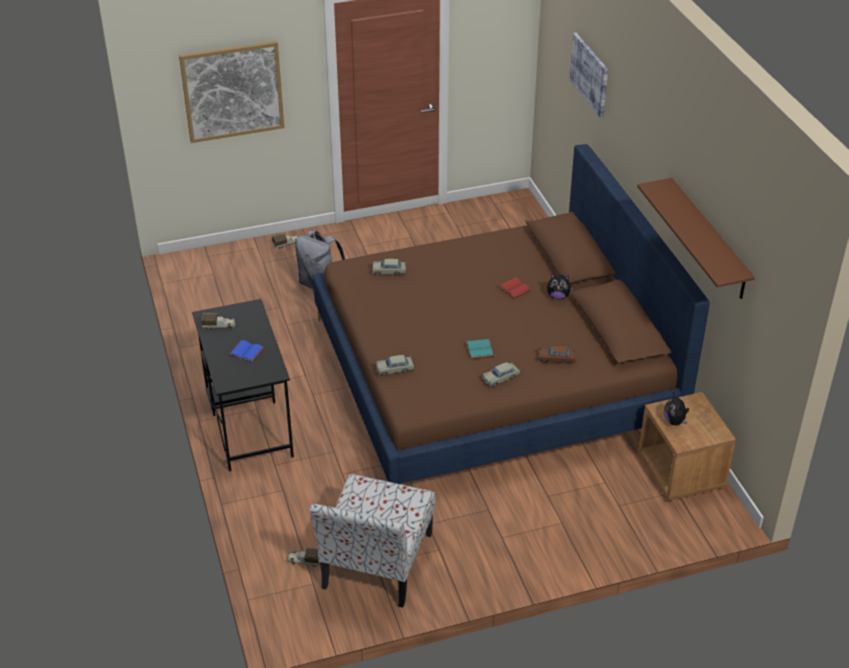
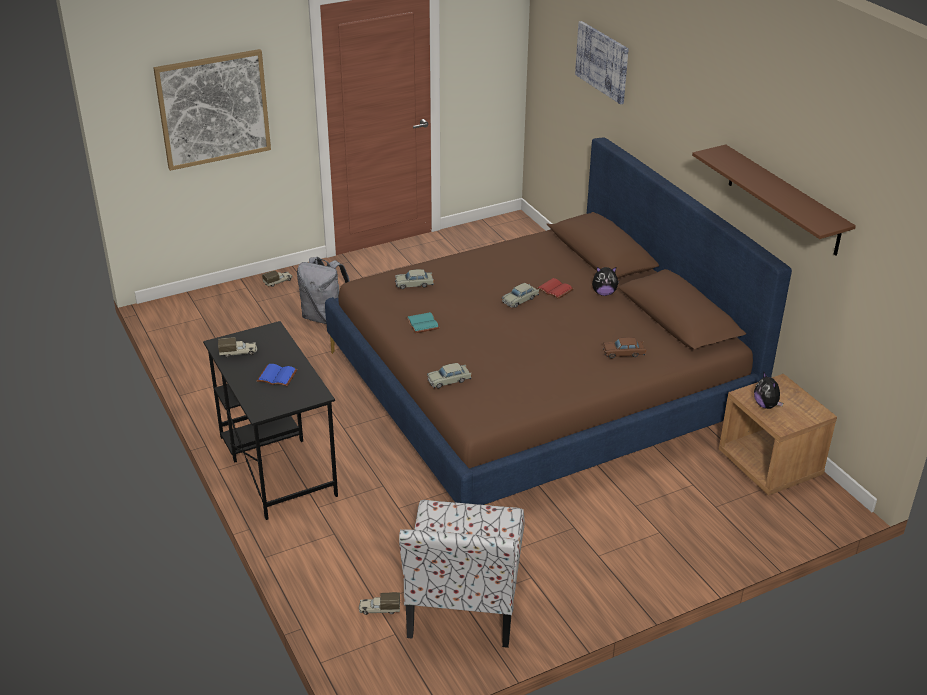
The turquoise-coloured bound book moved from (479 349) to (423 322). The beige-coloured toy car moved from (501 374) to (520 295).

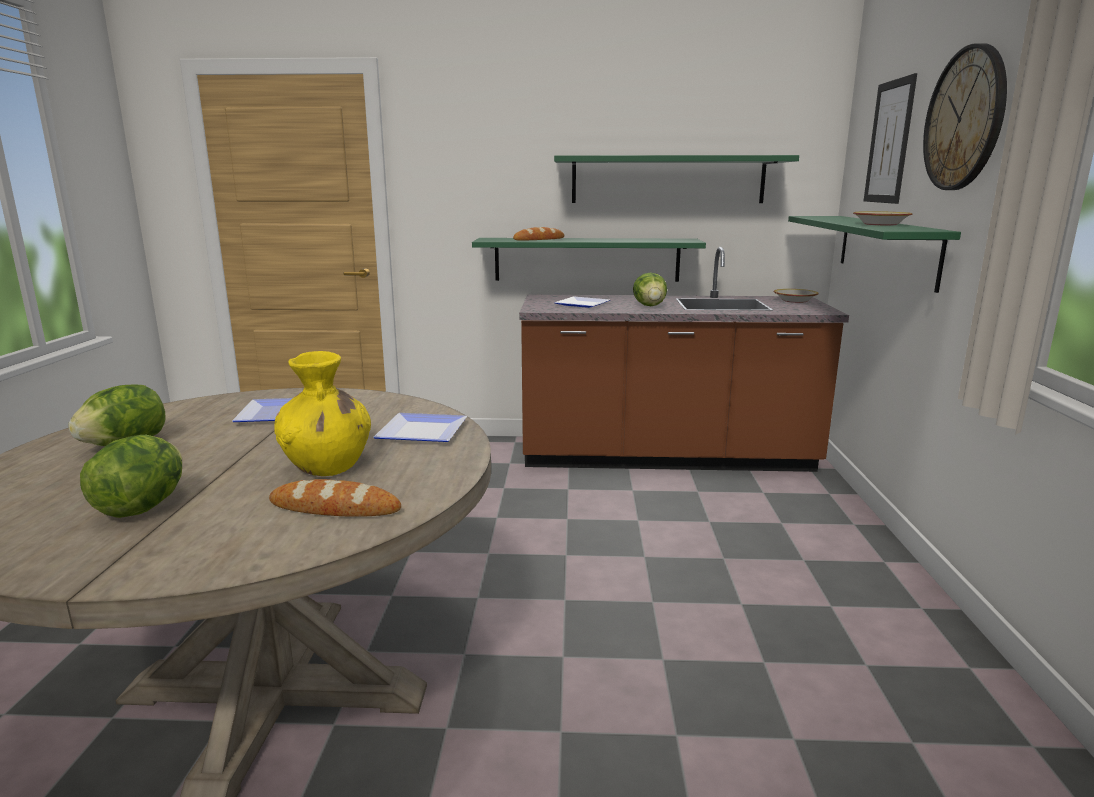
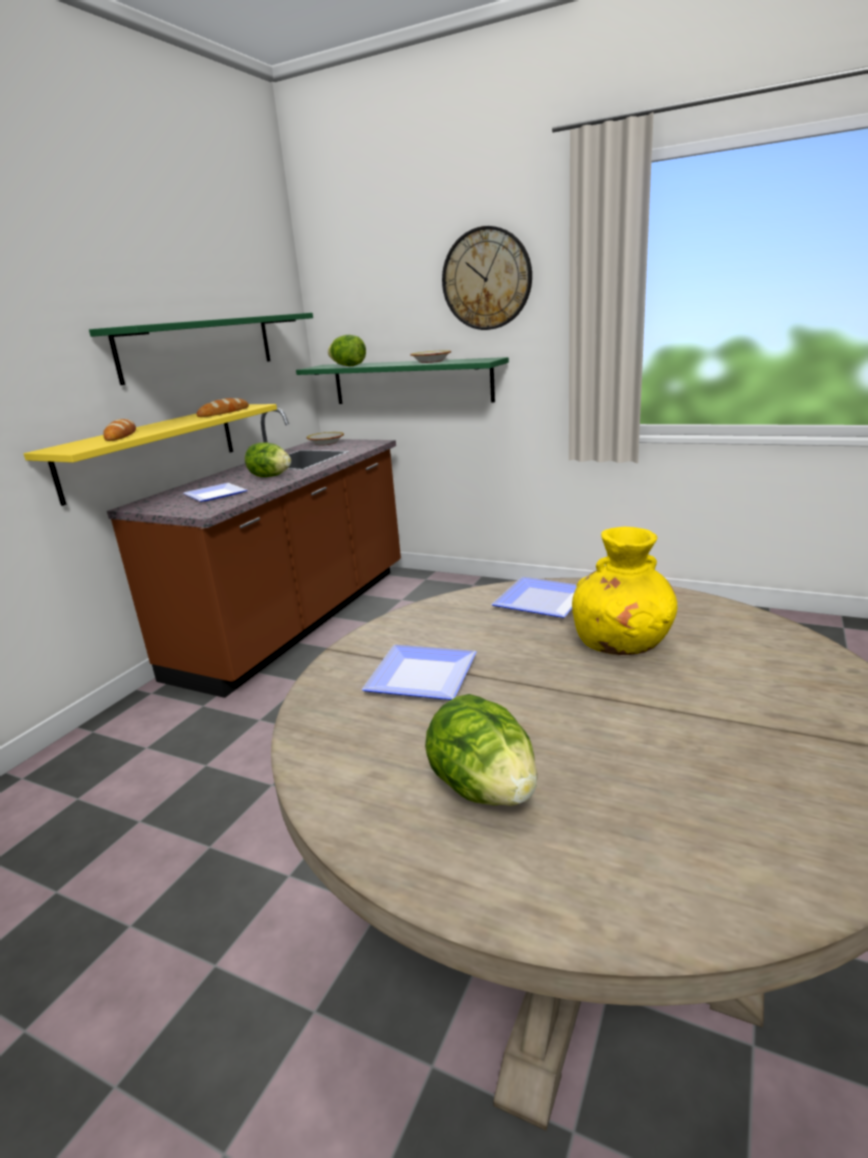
The green-coloured shelf at (589 260) became the yellowish shelf at (150 455). The bakery bread moved from (335 498) to (223 407). The lettuce head moved from (131 476) to (347 350). The wall picture at (890 138) disappeared.

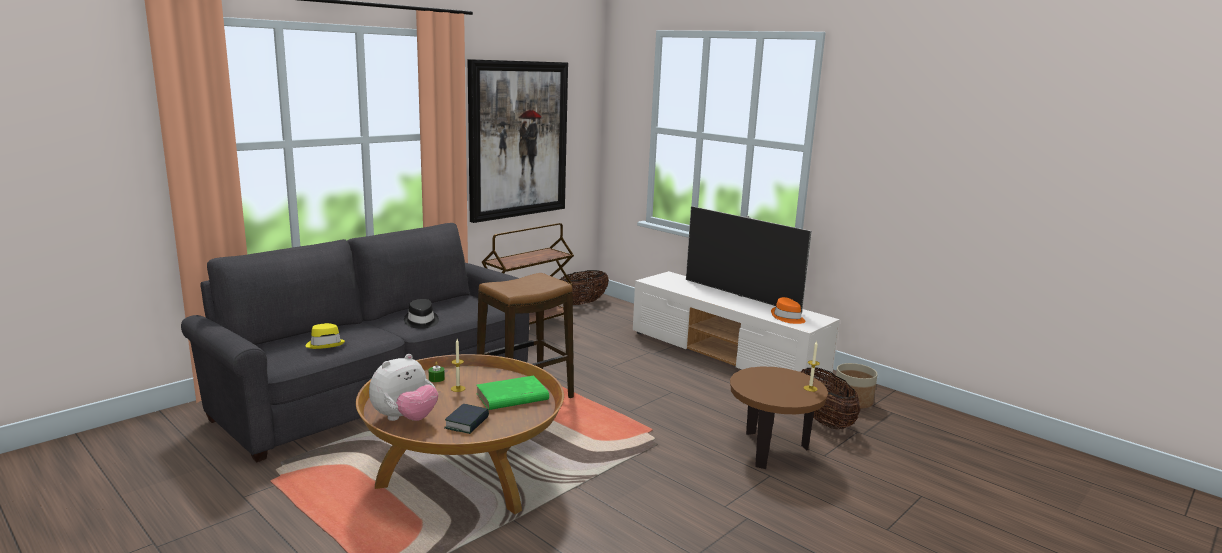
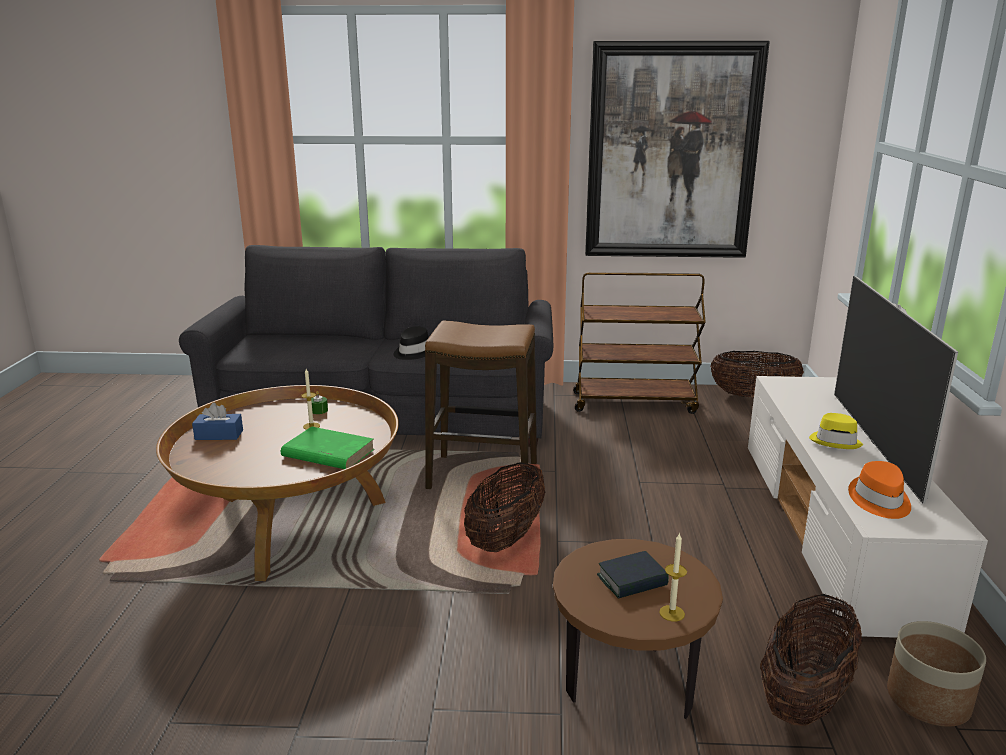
The cuddly toy at (403 387) was replaced by the blue-coloured tissue holder at (217 421). The storage basket at (505 507) appeared. The bound book moved from (466 419) to (633 575). The yellowish wearable hat moved from (325 336) to (836 431).

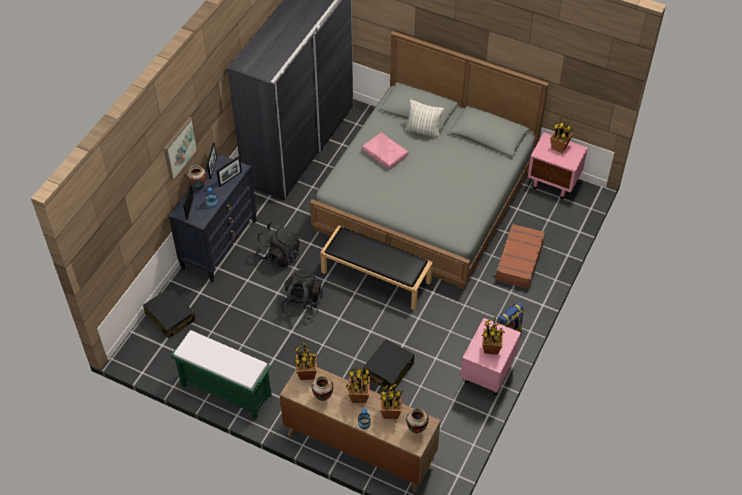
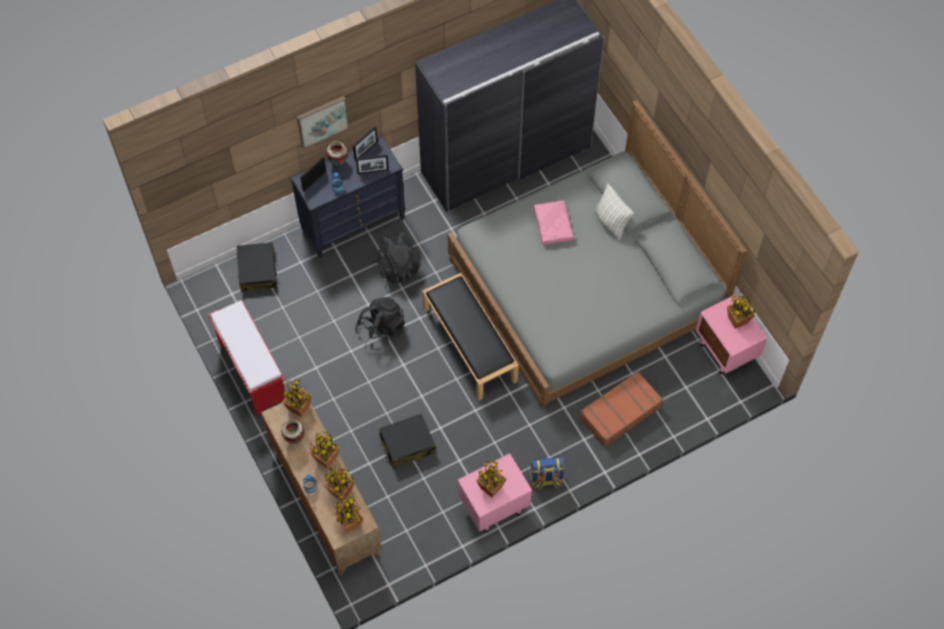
The green-coloured indoor bench at (221 375) became the red indoor bench at (246 358). The flower vase at (417 420) was replaced by the houseplant at (349 513).

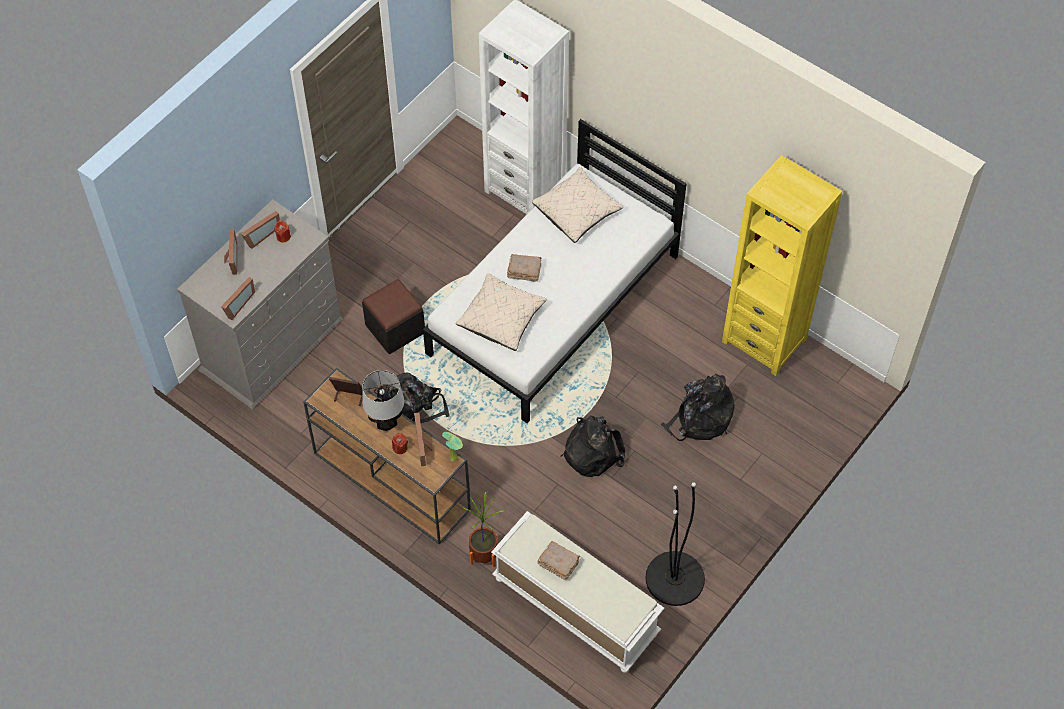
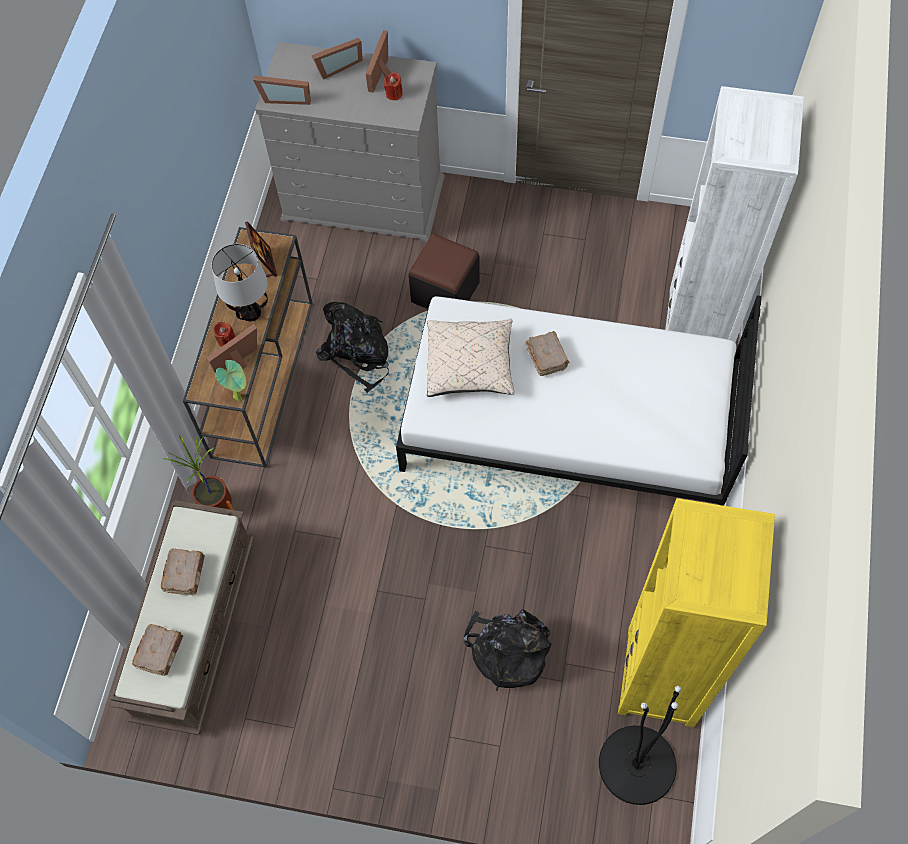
The white indoor bench at (577 592) became the brown indoor bench at (182 617). The brown bound book at (157 650) appeared. The photo frame at (260 230) turned 90 degrees clockwise. The blackish standard lamp moved from (675 544) to (640 745). The beige-coloured cushion at (577 205) disappeared. The blackish rucksack at (593 446) disappeared.

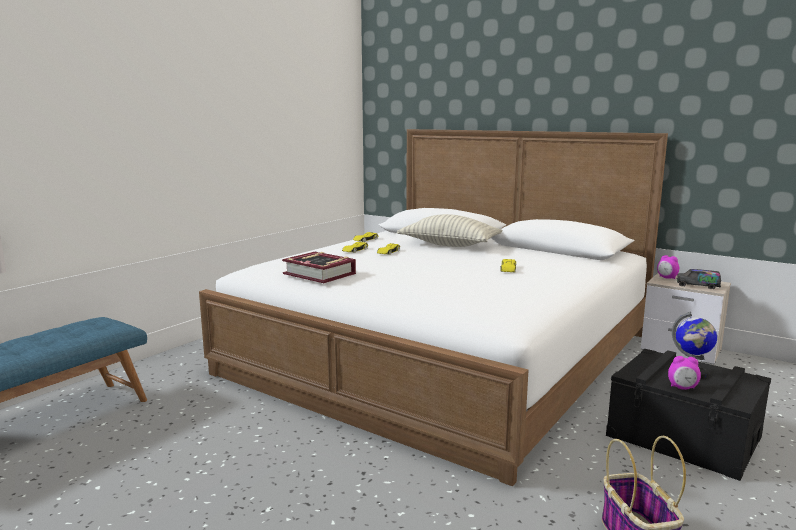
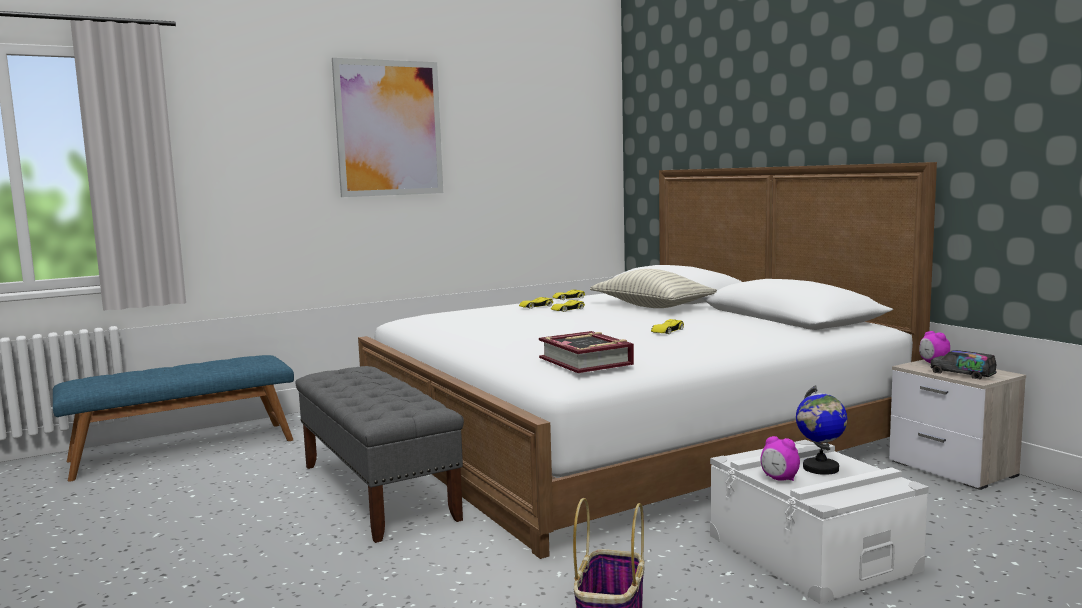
The greyish indoor bench at (380 454) appeared. The wall picture at (387 127) appeared. The bound book moved from (319 267) to (586 352). The blackish storage bin at (688 415) became the white storage bin at (819 522).

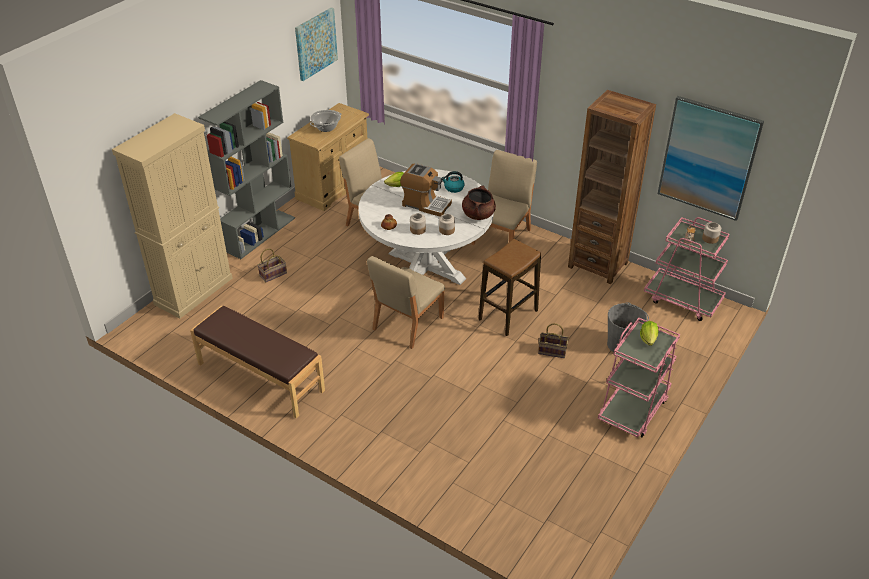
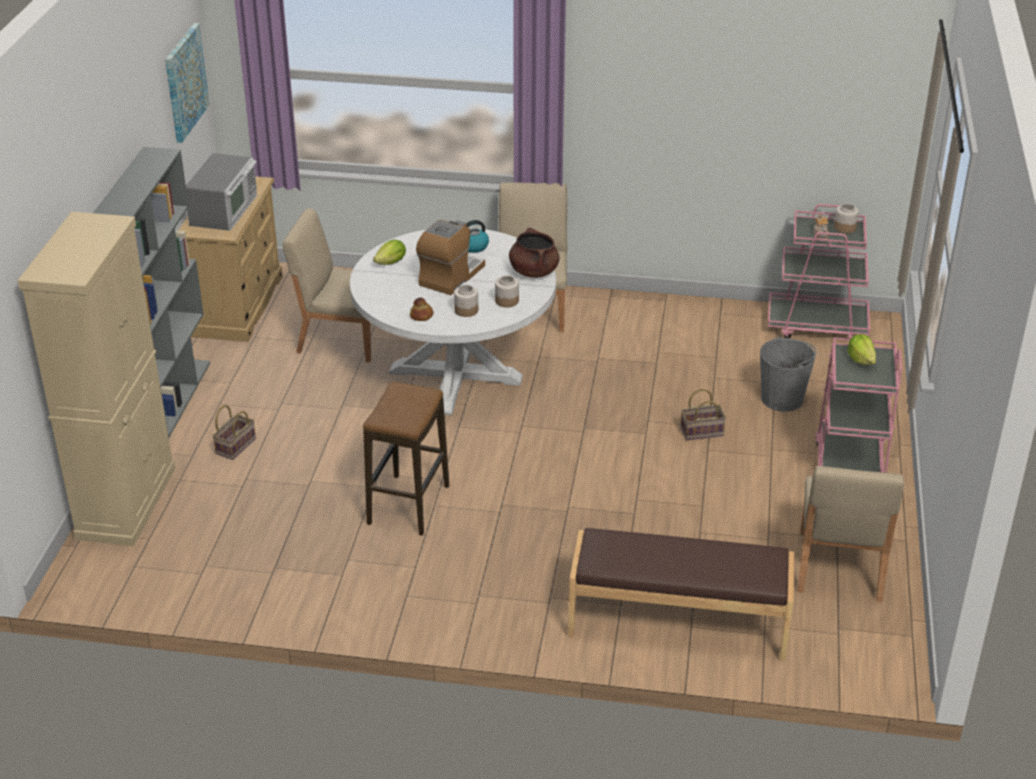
The stockpot at (325 121) was replaced by the kitchen microwave at (221 192). The stool moved from (509 287) to (406 458). The coffee maker at (426 189) turned 60 degrees counterclockwise. The brown indoor bench moved from (257 362) to (681 594). The beige-coloured upright chair moved from (406 302) to (851 534). The brown bookshelf at (612 187) disappeared. The wall picture at (711 158) disappeared.

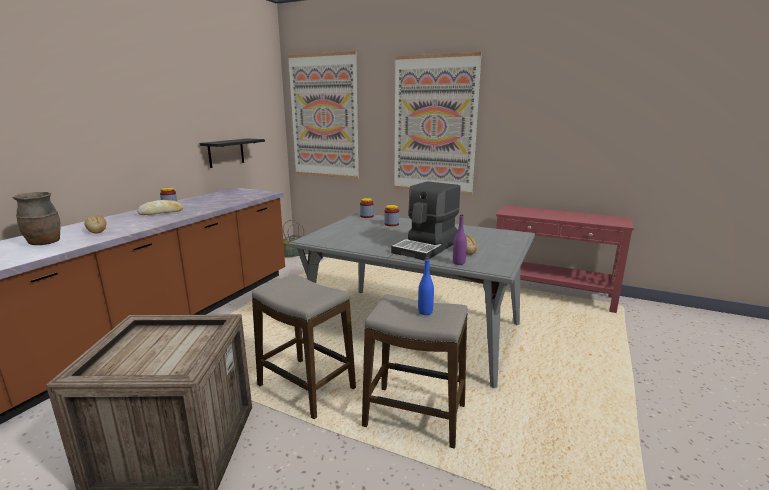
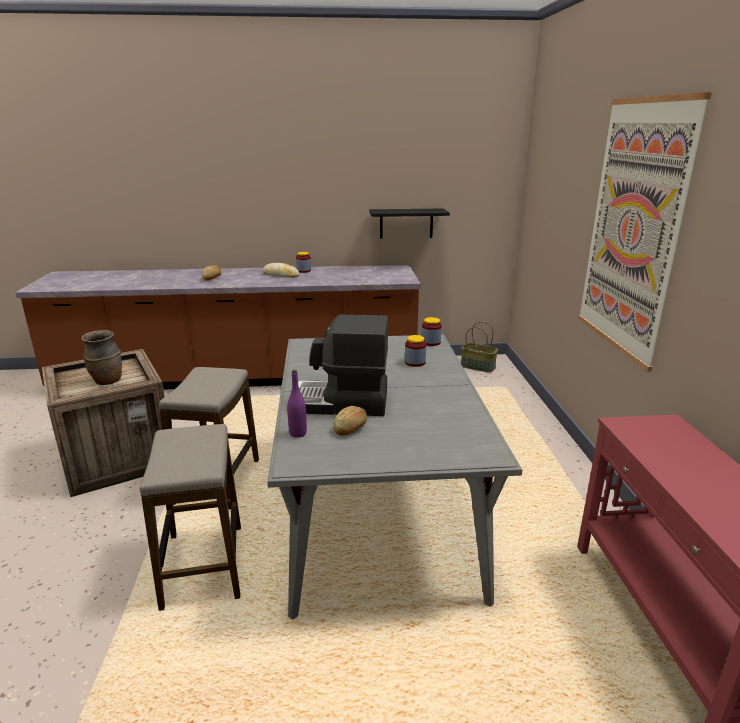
The brown flower vase moved from (36 218) to (102 357). The wall picture at (323 115) disappeared. The blue-coloured drink bottle at (426 286) disappeared.

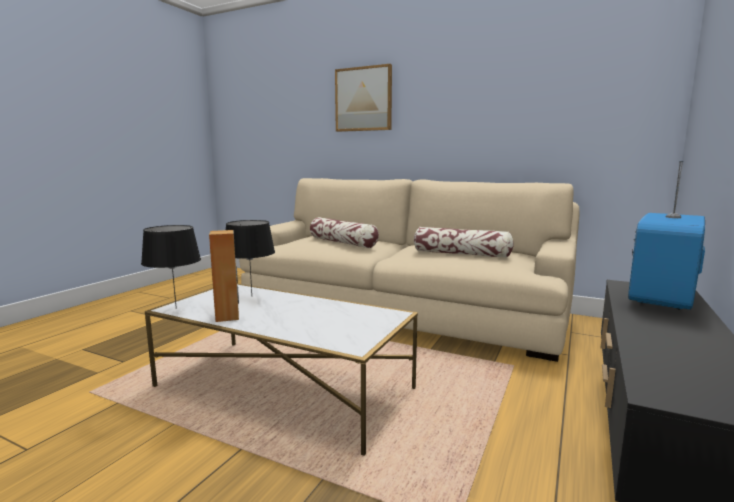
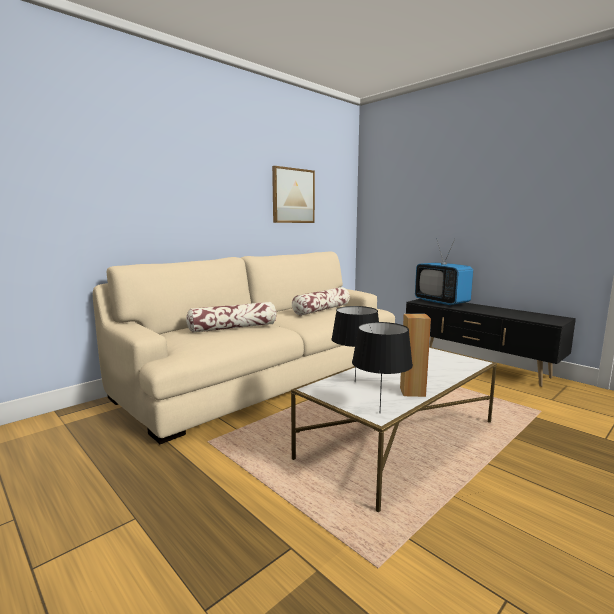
The wall picture moved from (363 98) to (293 194).

